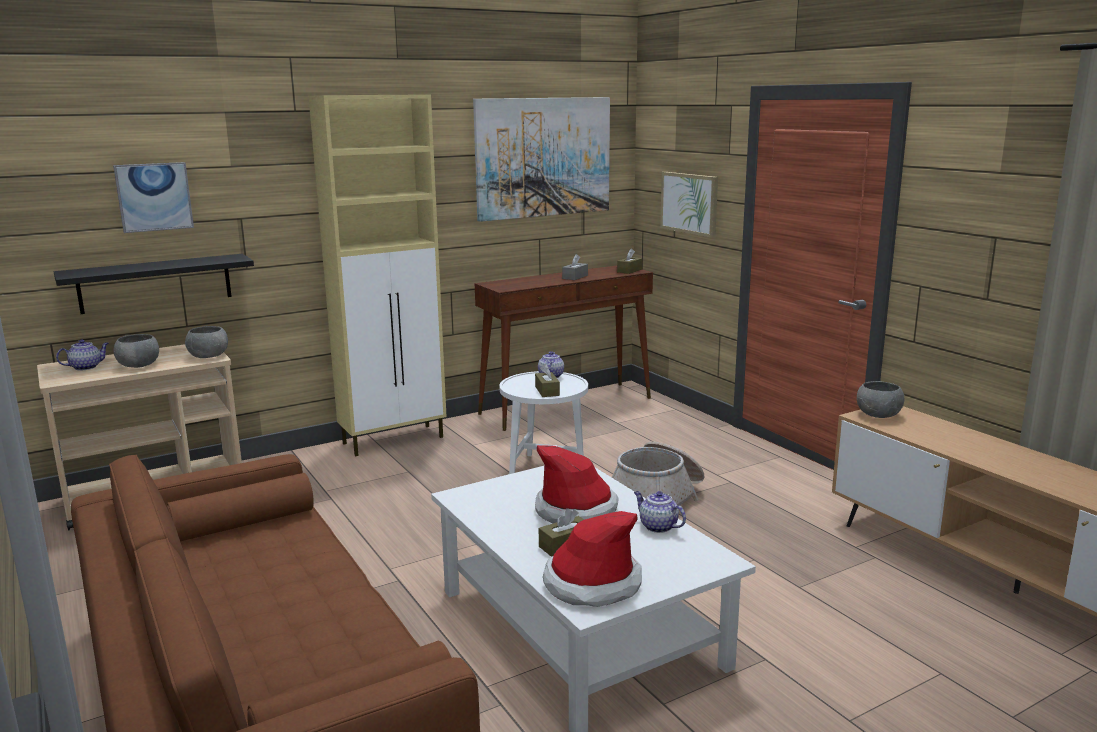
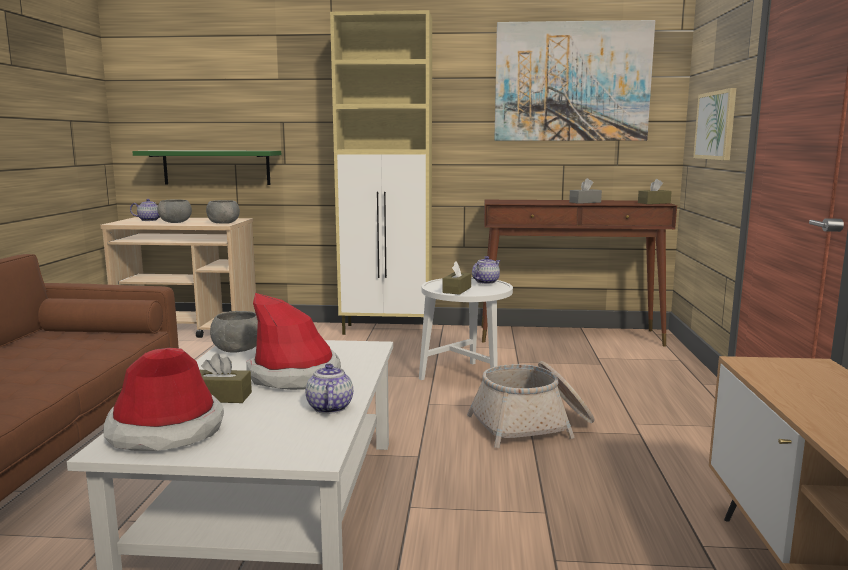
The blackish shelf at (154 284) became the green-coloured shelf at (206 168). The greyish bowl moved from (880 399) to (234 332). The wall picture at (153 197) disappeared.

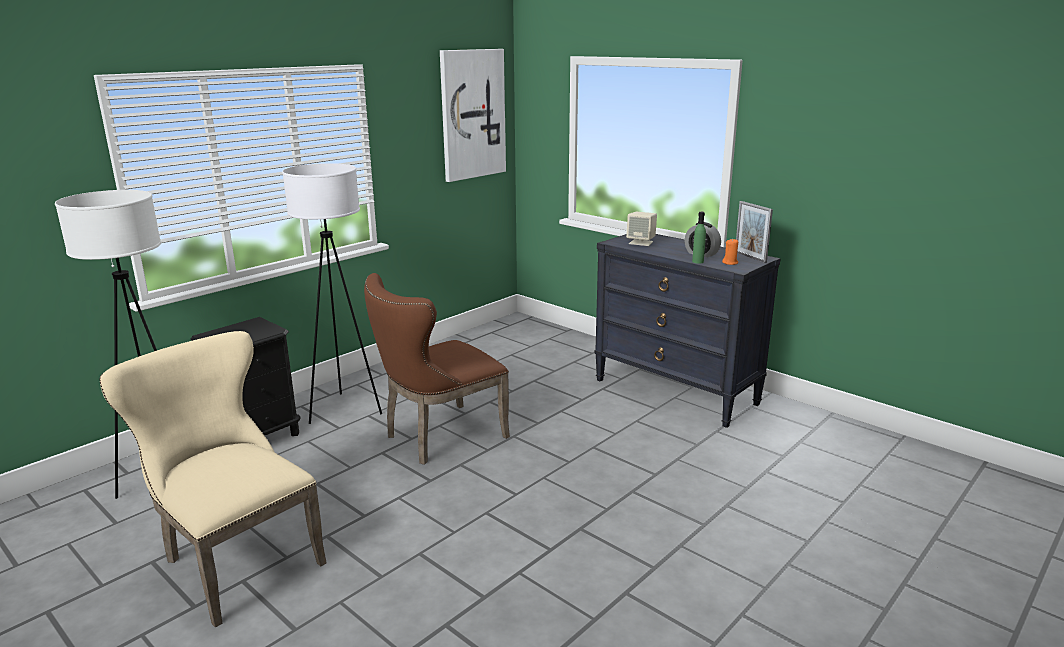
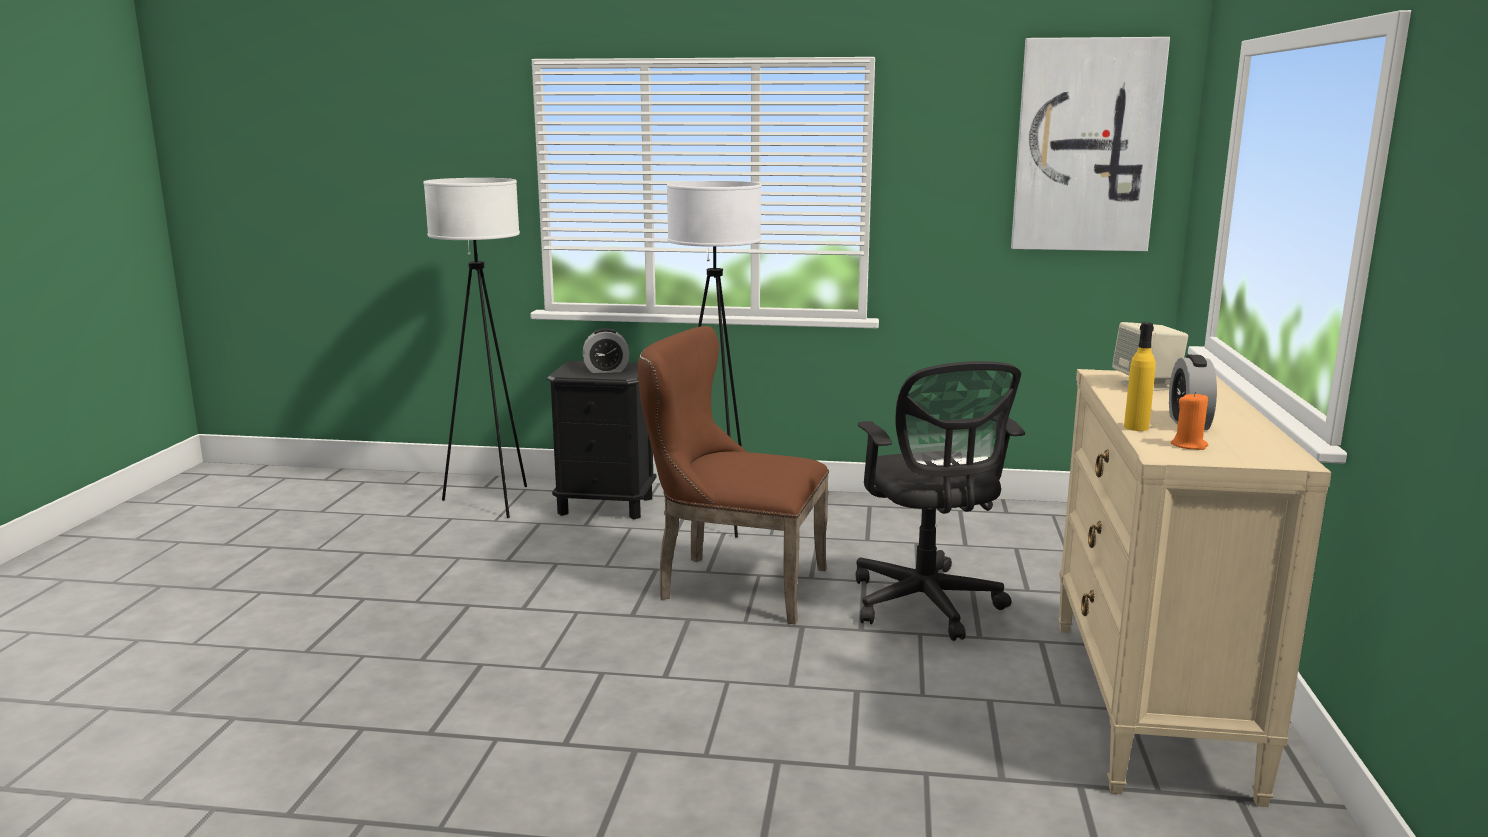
The bedside clock at (606 350) appeared. The blackish office chair at (940 501) appeared. The blackish drawer chest at (687 331) became the beige-coloured drawer chest at (1194 588). The green-coloured drink bottle at (699 238) became the yellowish drink bottle at (1139 376). The beige-coloured upright chair at (213 479) disappeared. The photo frame at (754 232) disappeared.

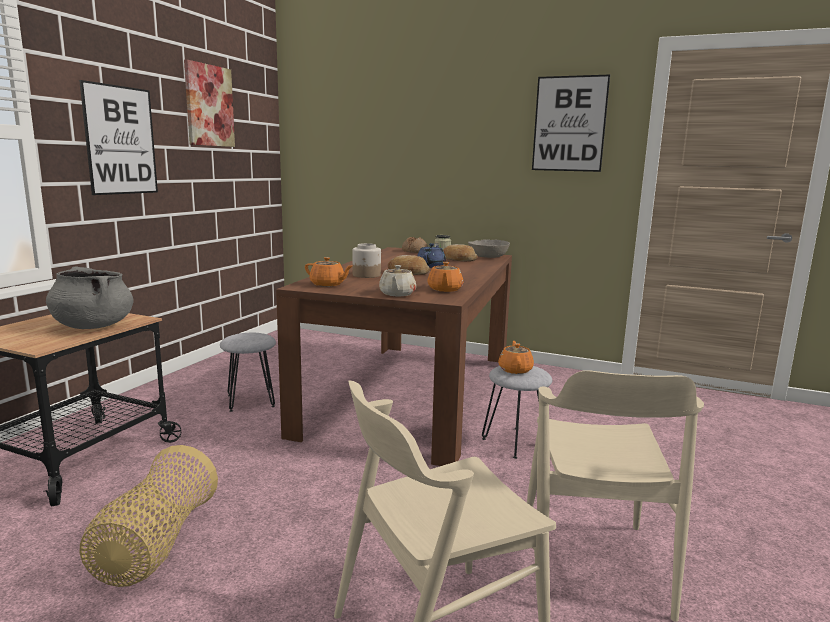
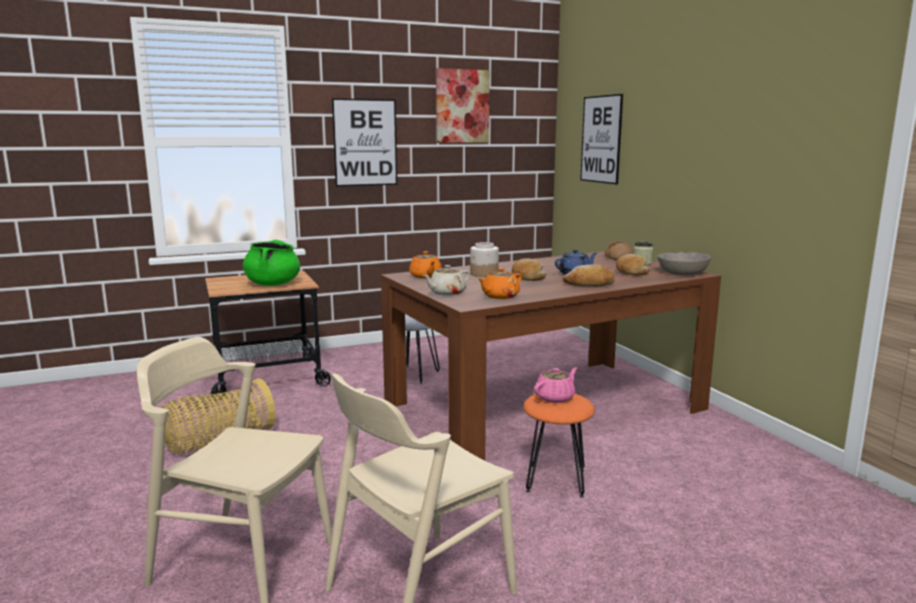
The greyish stockpot at (89 297) became the green-coloured stockpot at (271 263). The greyish stool at (517 412) became the orangey stool at (559 446). The orangey tea pot at (516 357) became the pinkish tea pot at (555 385). The bakery bread at (589 275) appeared. The wall picture moved from (571 123) to (601 139).

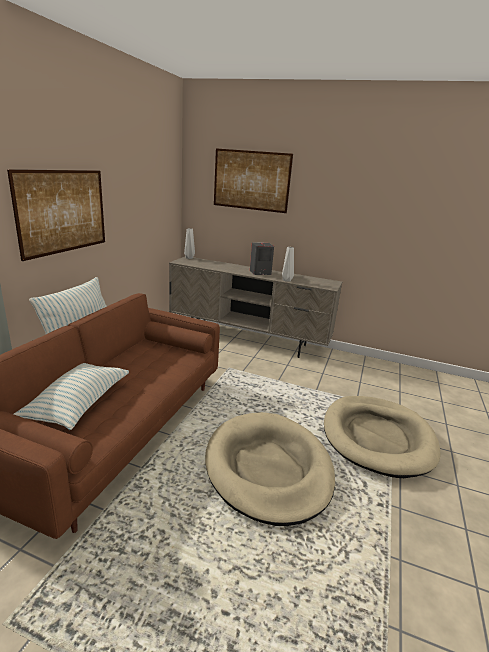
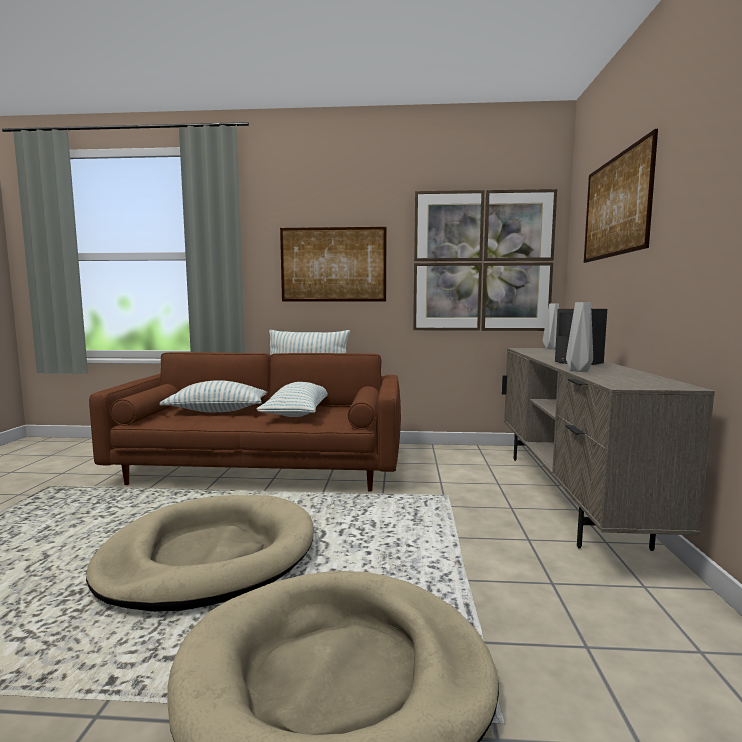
The cushion at (292 399) appeared. The wall picture at (485 260) appeared.

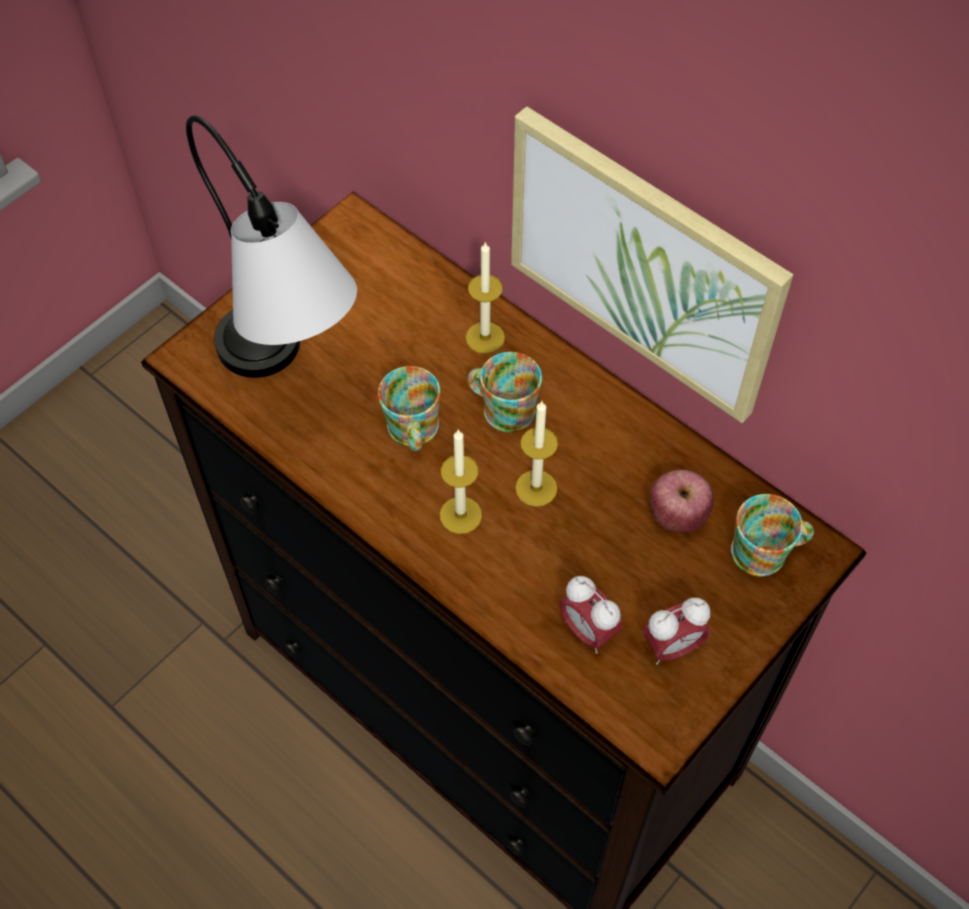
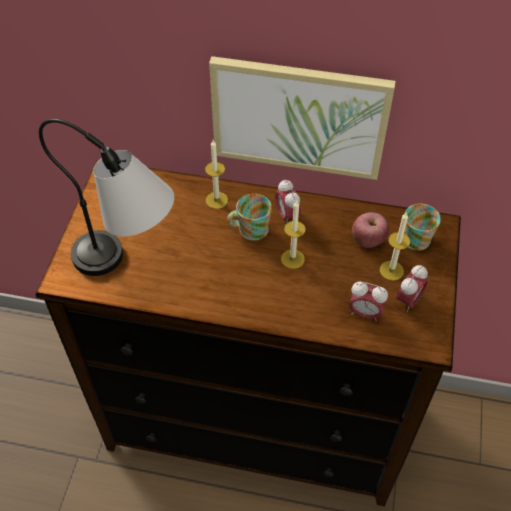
The bedside clock at (288 201) appeared. The candle moved from (461 481) to (395 247). The tea mug at (409 408) disappeared.

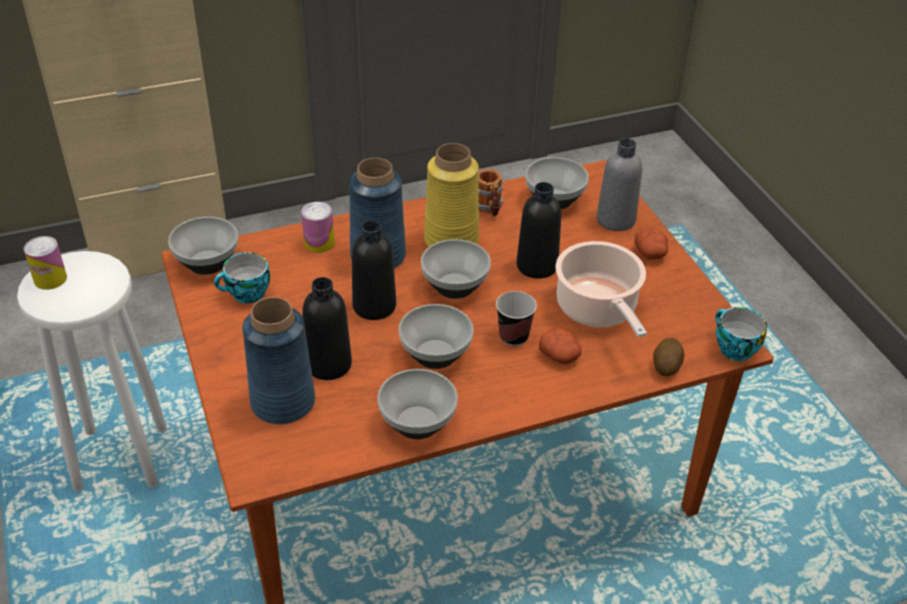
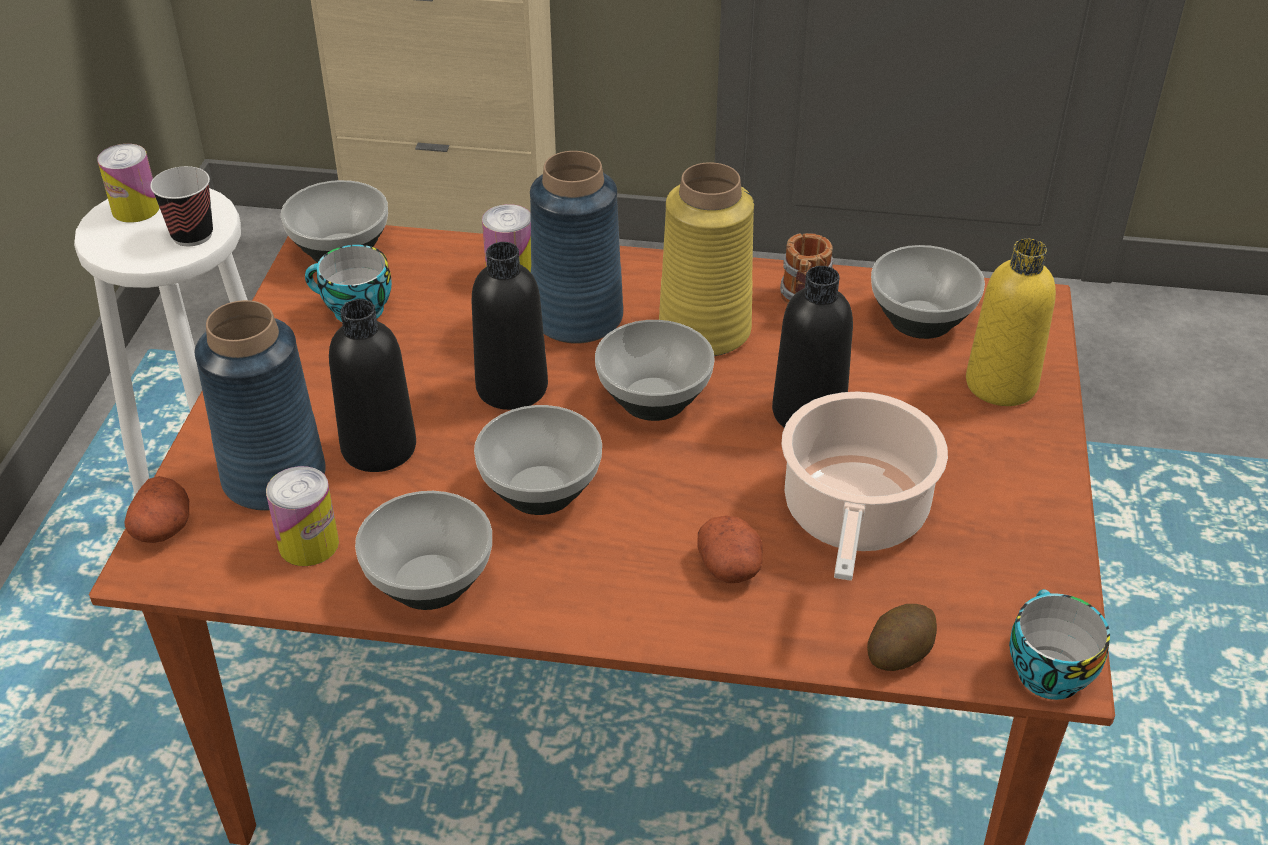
The whole potato moved from (651 243) to (156 509). The small cup moved from (516 318) to (181 206). The sealed can at (302 516) appeared. The greyish drink bottle at (619 184) became the yellowish drink bottle at (1011 322).

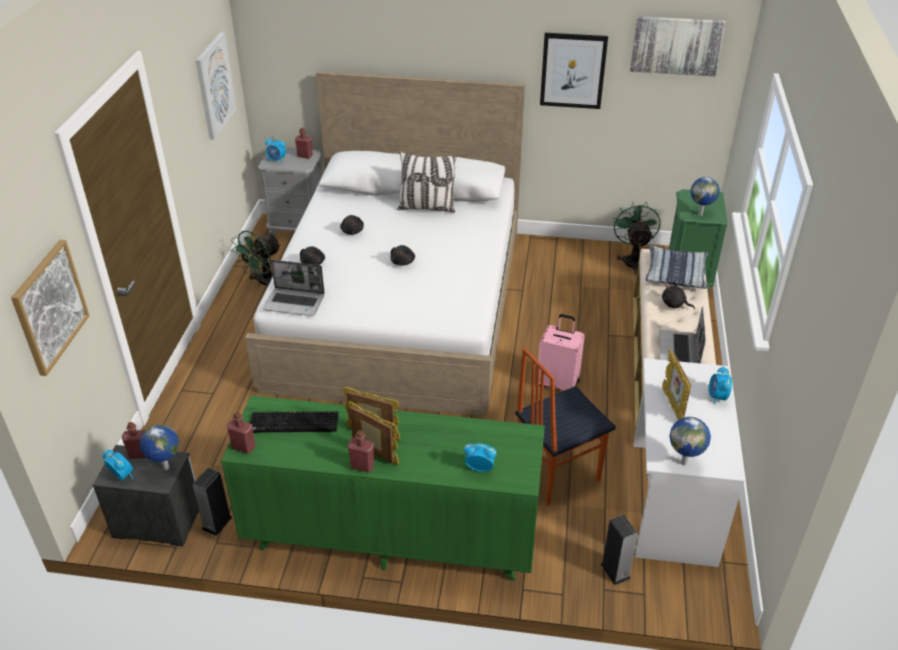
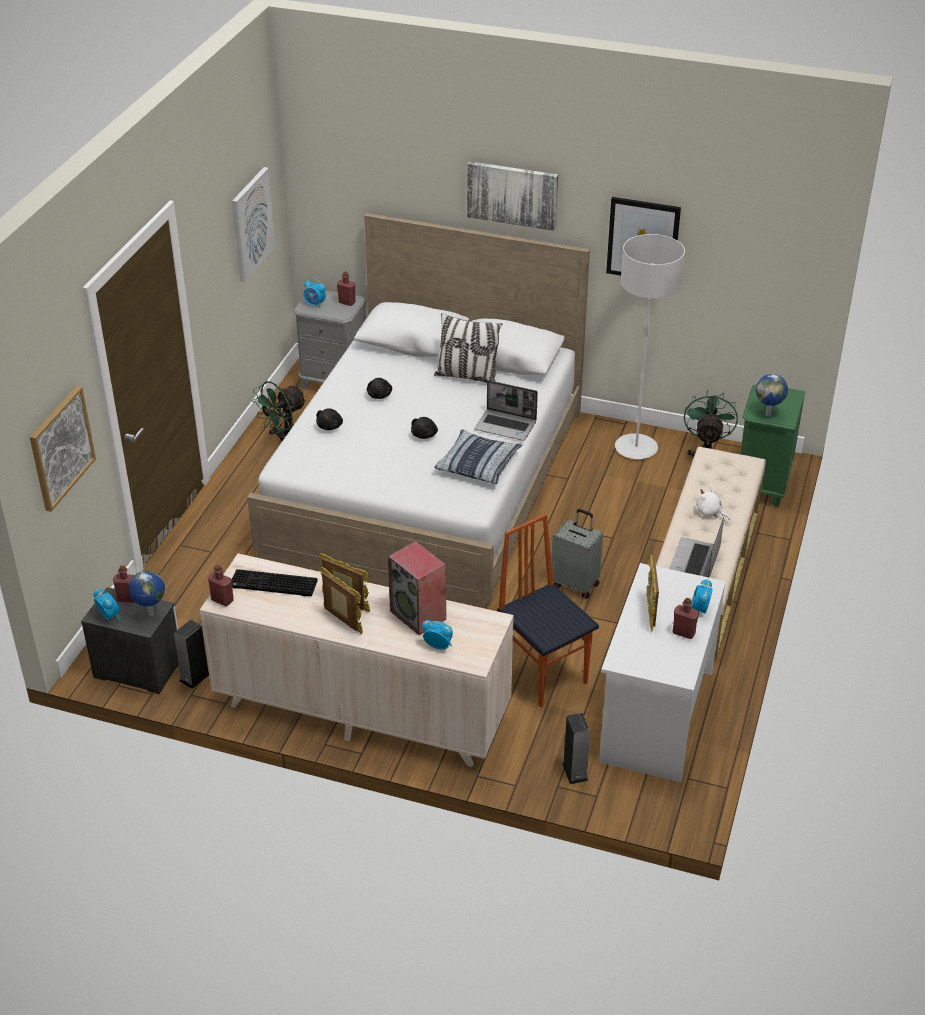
The green-coloured drawer chest at (383 488) became the beige-coloured drawer chest at (357 660). The loudspeaker at (417 588) appeared. The cushion moved from (676 267) to (478 456). The wall picture moved from (678 46) to (512 196). The portable computer moved from (294 288) to (506 410). The upright chair at (565 427) turned 75 degrees clockwise. The pinkish suitcase at (561 352) became the greyish suitcase at (577 554). The greyish standard lamp at (650 346) appeared. The red drink bottle moved from (361 451) to (686 618). The blackish cuddly toy at (678 295) became the white cuddly toy at (712 503). The globe at (690 441) disappeared.

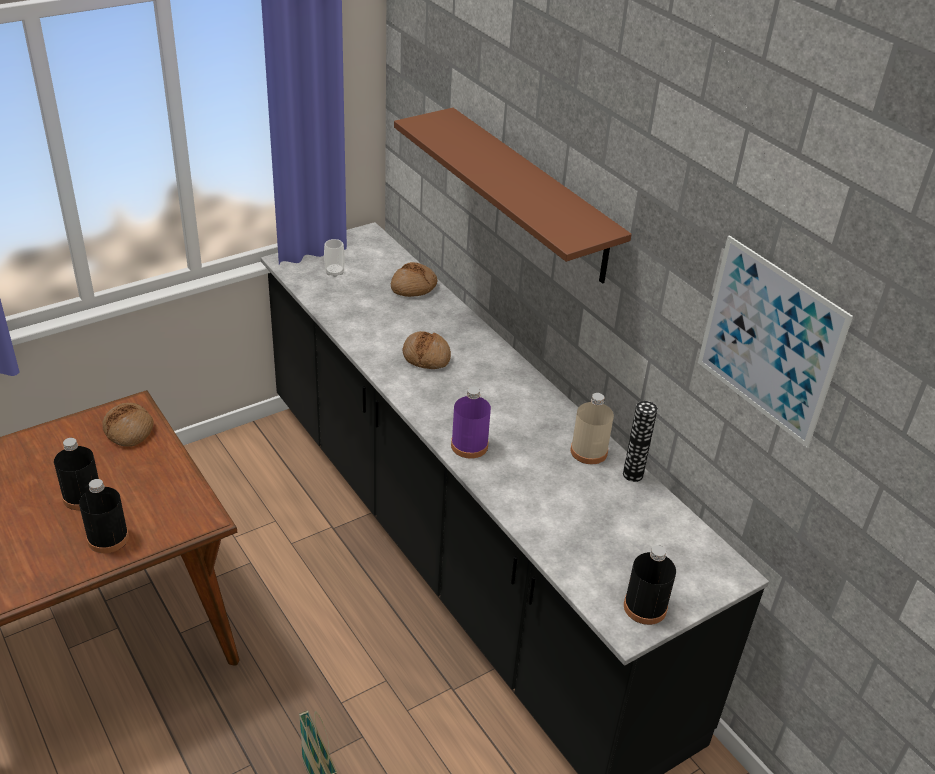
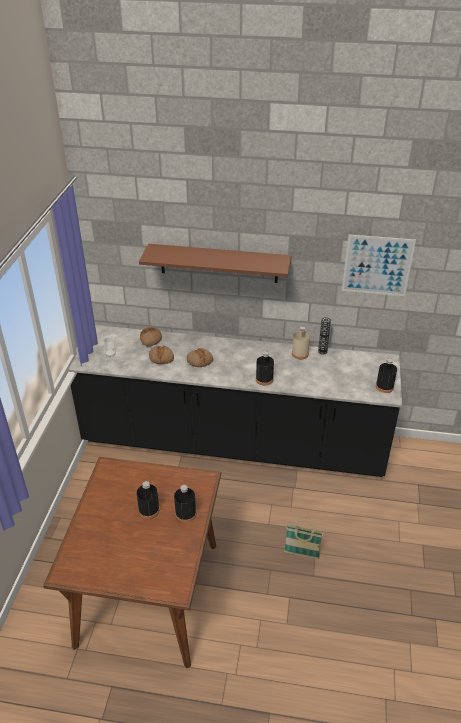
The bakery bread moved from (128 425) to (161 355). The purple drink bottle at (471 423) became the blackish drink bottle at (265 368).

